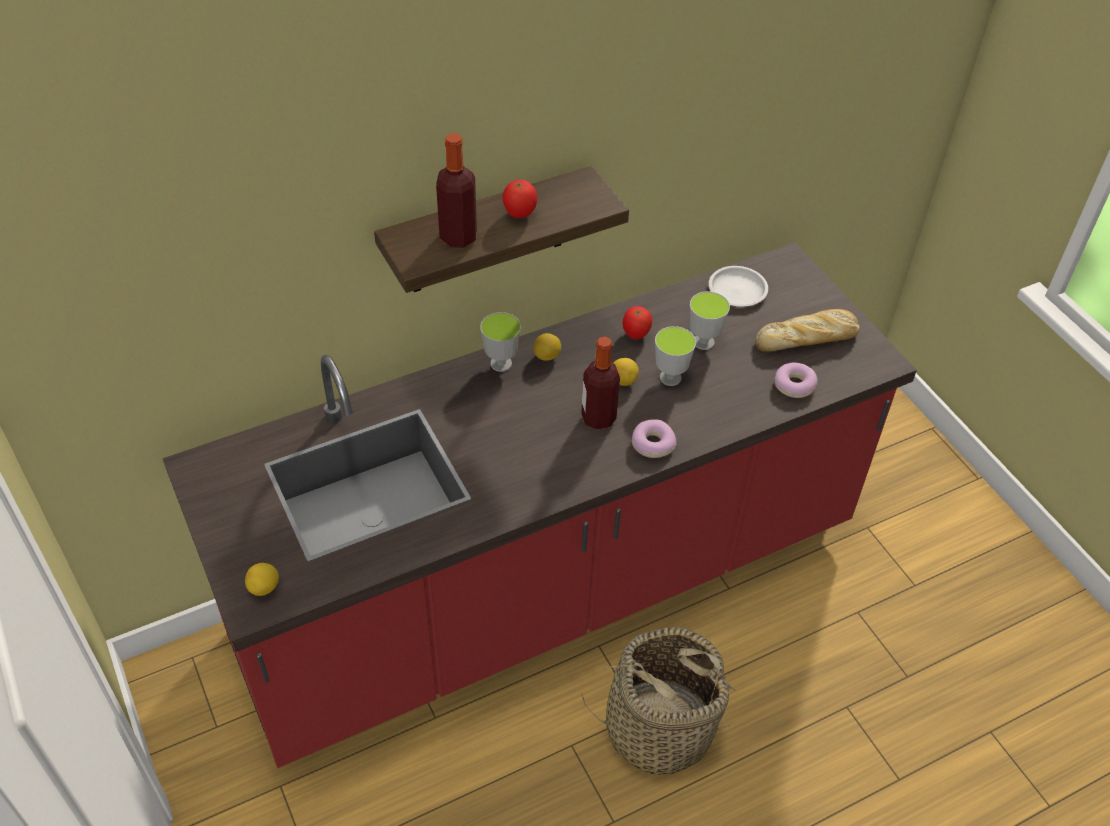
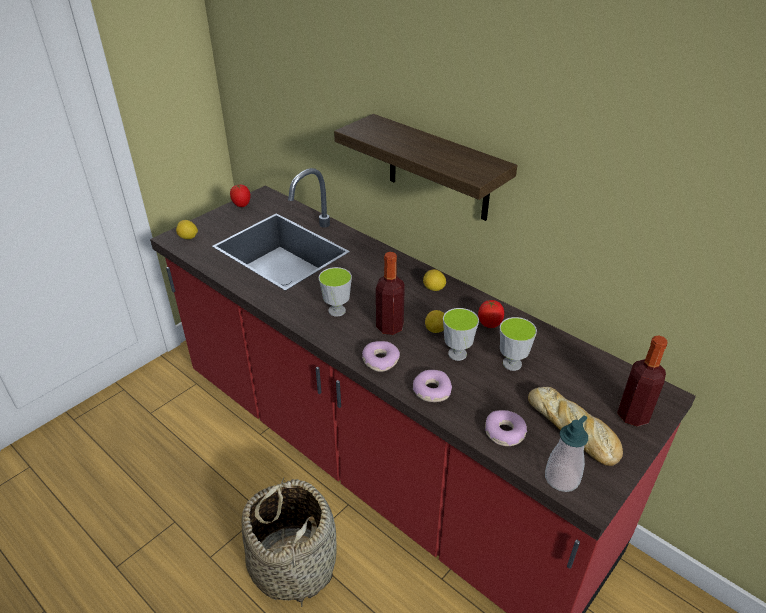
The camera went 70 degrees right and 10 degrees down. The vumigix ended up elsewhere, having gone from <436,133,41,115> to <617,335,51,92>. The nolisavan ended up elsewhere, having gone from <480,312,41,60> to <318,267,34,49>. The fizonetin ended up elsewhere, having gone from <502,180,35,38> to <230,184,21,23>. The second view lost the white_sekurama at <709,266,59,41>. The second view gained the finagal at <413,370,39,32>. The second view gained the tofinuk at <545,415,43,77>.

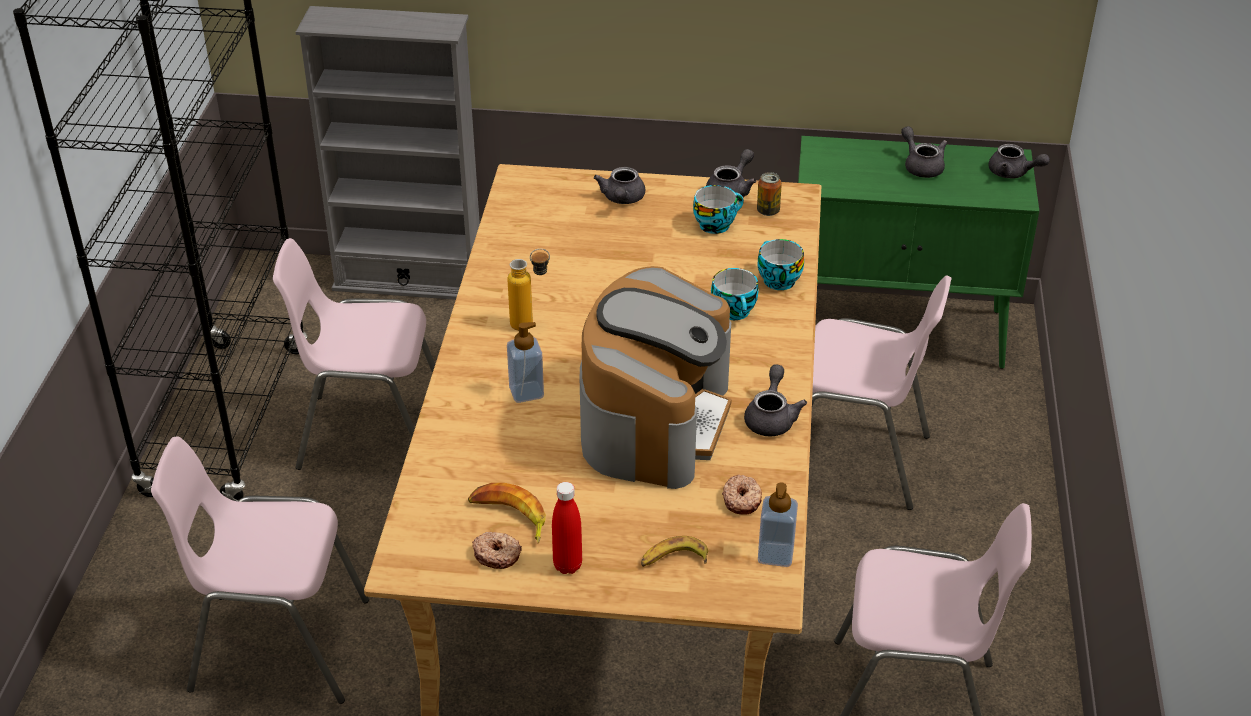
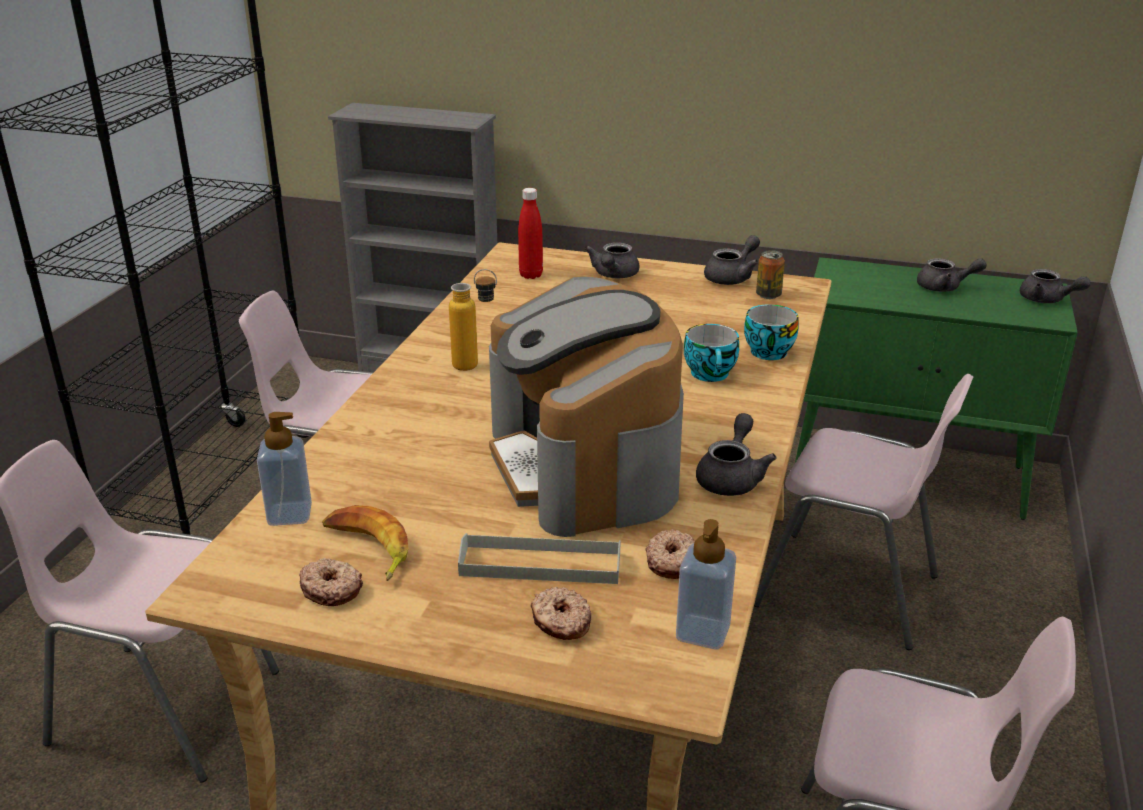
The camera went 10 degrees right and 10 degrees down. The tofinuk ended up elsewhere, having gone from <507,322,37,81> to <257,412,55,114>. The red_vumigix ended up elsewhere, having gone from <552,482,30,92> to <518,188,25,91>. The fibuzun at <580,266,152,223> ended up facing another way, 135 degrees clockwise from before. Where the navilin stood at <641,536,67,31>, the finagal came to stand at <530,587,61,53>. The second view lost the nolisavan at <693,185,51,49>. The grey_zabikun at <901,126,46,52> ended up facing another way, 120 degrees clockwise from before. The second view gained the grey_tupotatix at <458,533,163,51>.

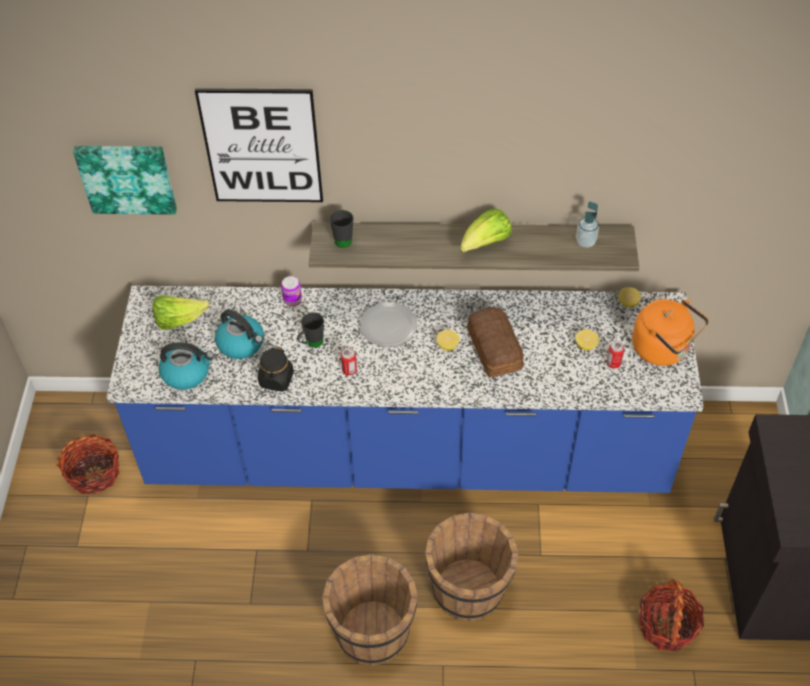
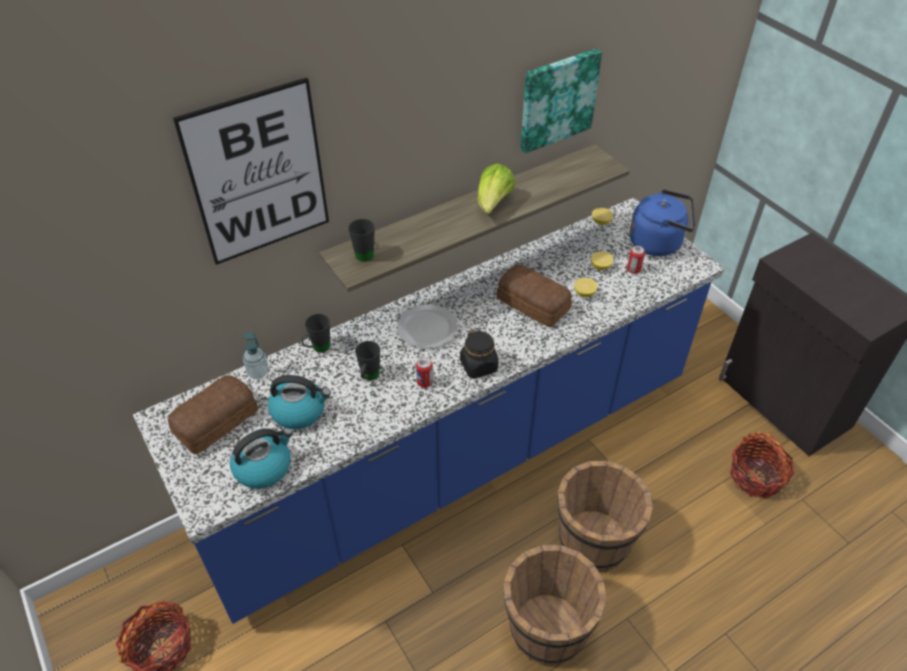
The camera went 35 degrees left and 5 degrees down. The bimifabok ended up elsewhere, having gone from <73,146,104,69> to <520,48,82,106>. Where the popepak stood at <152,295,58,35>, the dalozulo came to stand at <168,375,90,80>. The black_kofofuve ended up elsewhere, having gone from <258,346,36,46> to <460,329,38,49>. Where the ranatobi stood at <281,276,21,30>, the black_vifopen came to stand at <301,314,29,38>. The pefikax ended up elsewhere, having gone from <436,330,24,20> to <574,278,24,19>. The tofinuk ended up elsewhere, having gone from <576,201,23,47> to <243,332,26,47>. What was the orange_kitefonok at <632,299,76,67> turned into the blue_kitefonok at <630,189,66,67>.

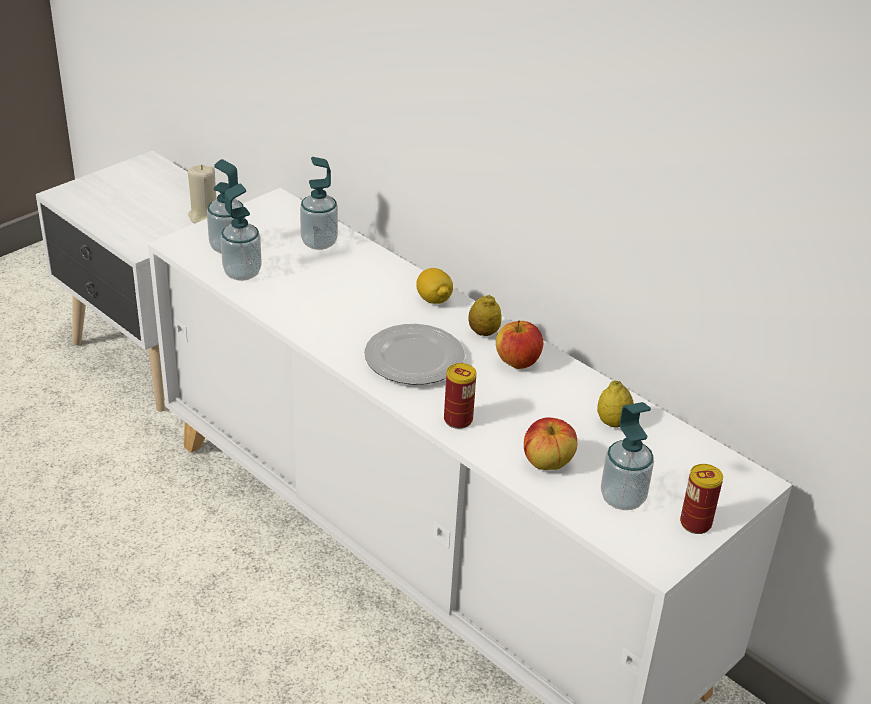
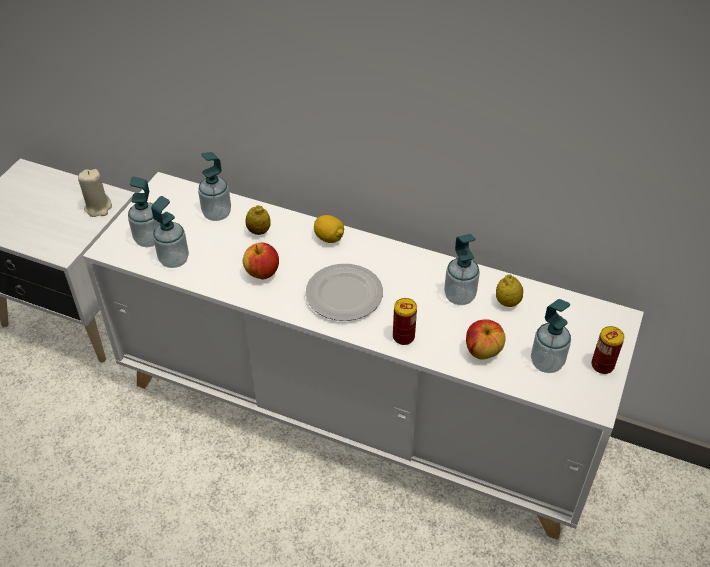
The camera went 20 degrees left and 10 degrees up. The pefikax ended up elsewhere, having gone from <468,295,33,41> to <245,205,26,30>. The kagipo ended up elsewhere, having gone from <496,320,47,49> to <243,242,36,38>. The second view gained the tofinuk at <444,234,36,71>.

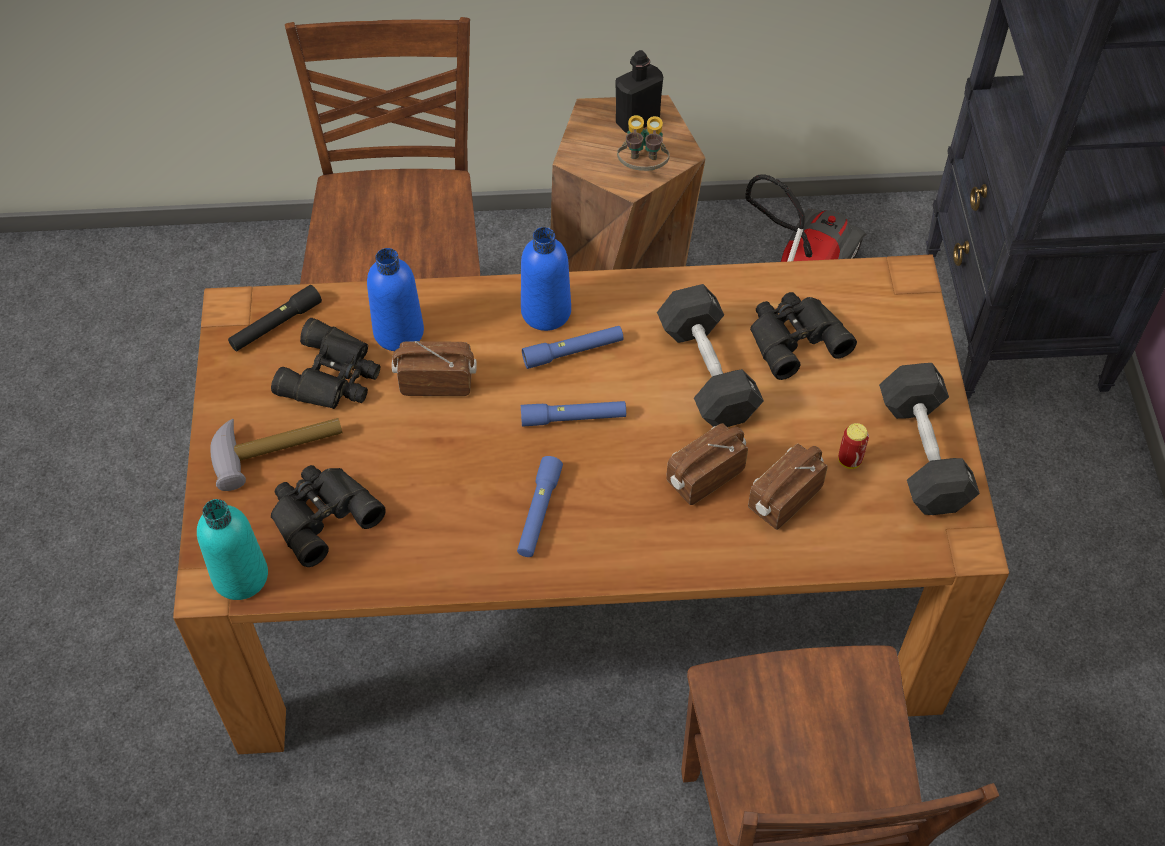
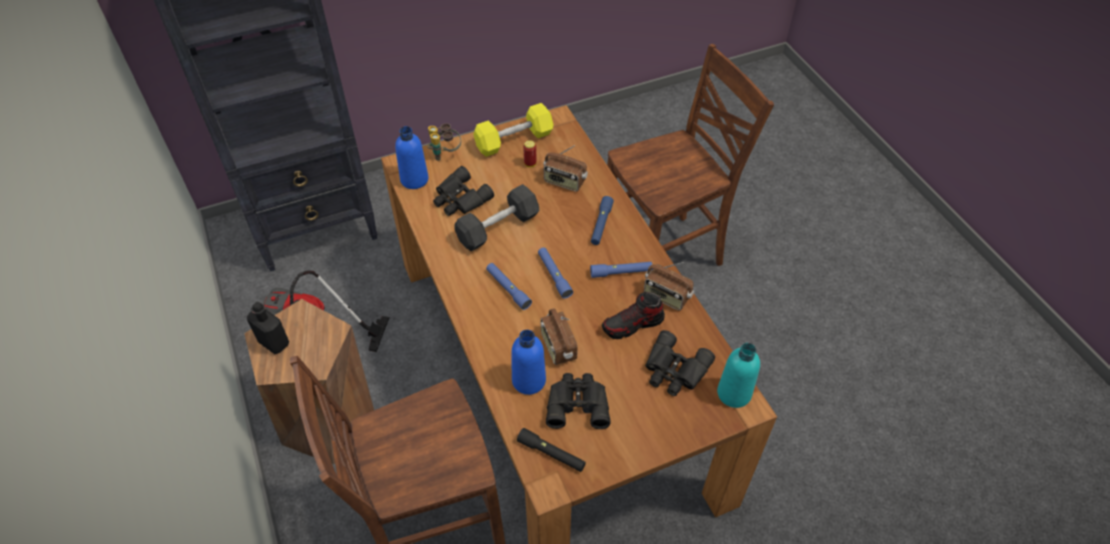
The camera went 110 degrees left and 5 degrees down. The second view lost the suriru at <210,418,133,73>. The blue_vumigix ended up elsewhere, having gone from <521,227,50,104> to <395,126,33,63>. The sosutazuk ended up elsewhere, having gone from <617,115,53,56> to <427,123,34,38>. The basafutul ended up elsewhere, having gone from <666,423,82,82> to <644,262,50,49>. What was the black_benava at <879,363,101,152> turned into the yellow_benava at <473,103,80,54>. The second view gained the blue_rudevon at <591,196,23,49>. The second view gained the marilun at <602,292,63,47>.

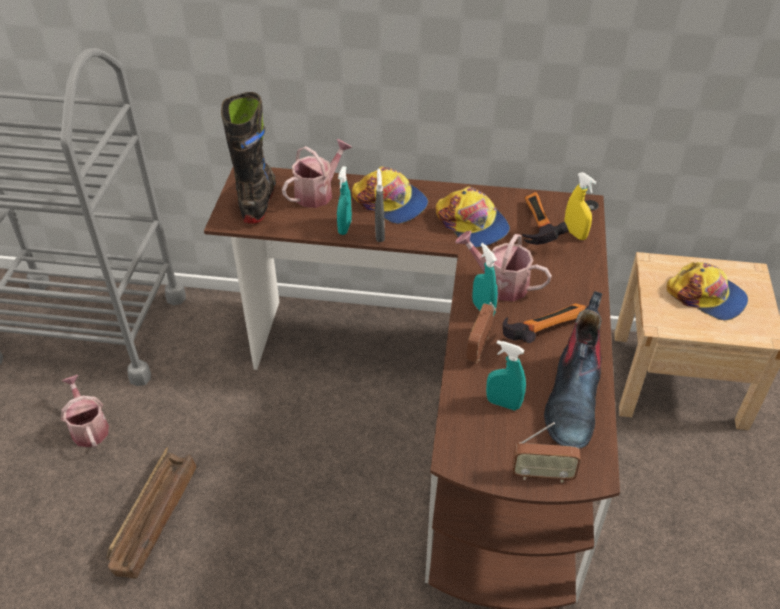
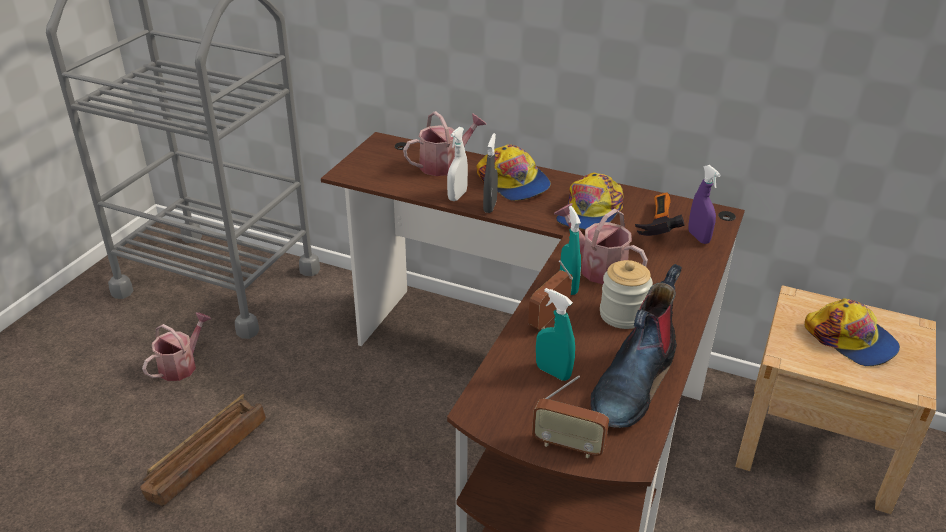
The camera went 15 degrees right and 10 degrees down. The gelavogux at <61,375,48,73> ended up facing another way, 45 degrees clockwise from before. The second view lost the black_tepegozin at <221,92,55,131>. What was the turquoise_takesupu at <337,166,15,69> turned into the white_takesupu at <447,127,21,74>. The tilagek at <436,186,74,62> ended up facing another way, 45 degrees clockwise from before. Where the suriru stood at <503,303,83,40>, the kofofuve came to stand at <600,260,53,69>. What was the yellow_takesupu at <564,172,33,68> turned into the purple_takesupu at <688,165,33,79>.

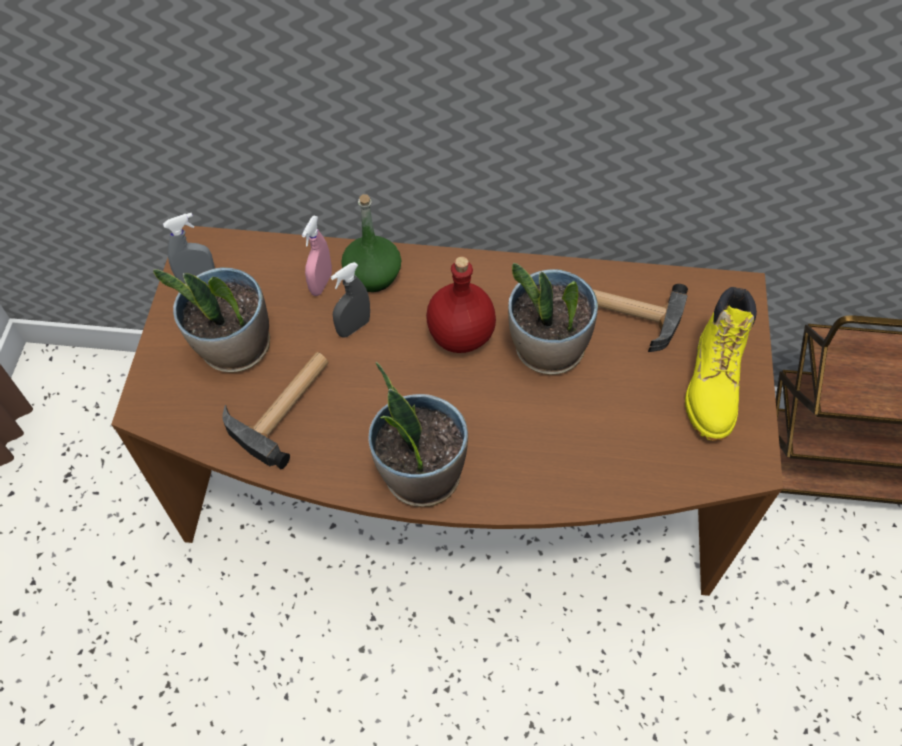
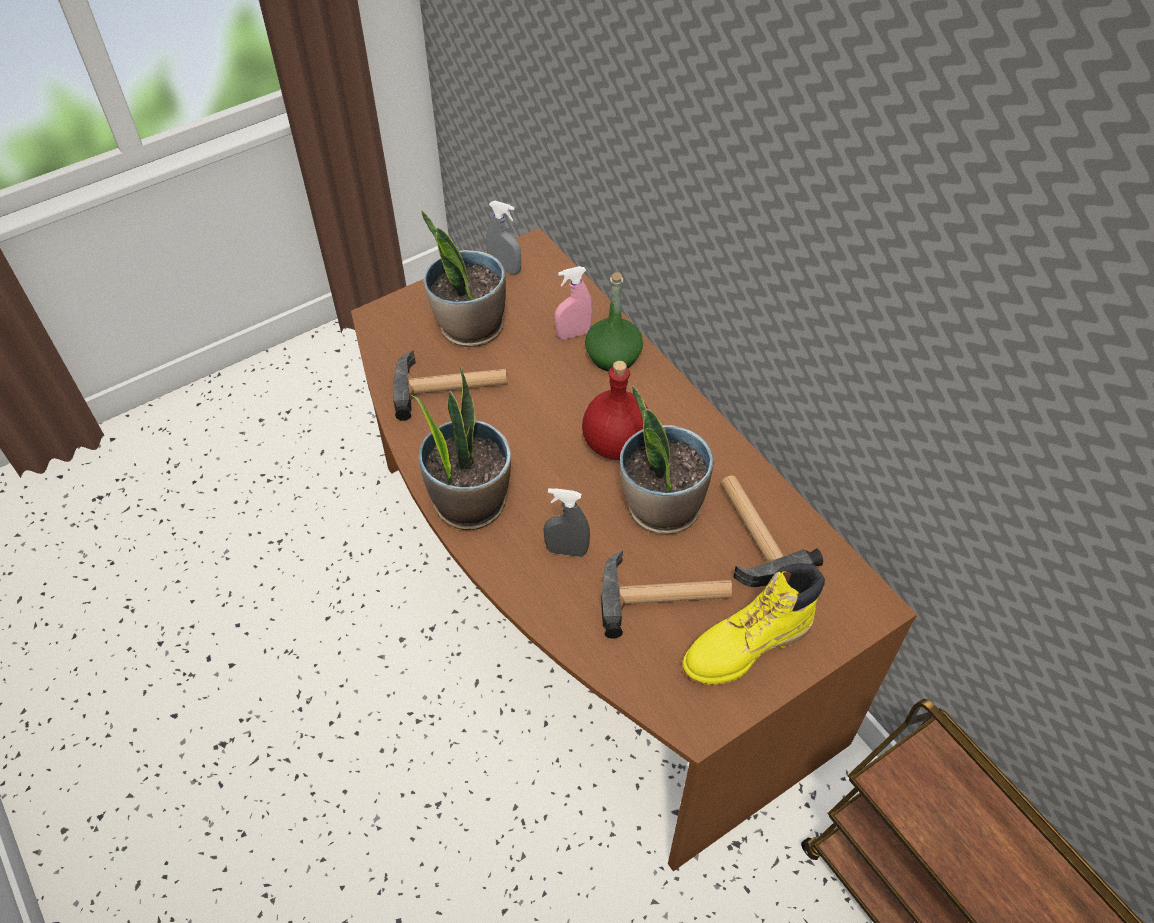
The camera went 50 degrees right and 5 degrees down. The grey_takesupu ended up elsewhere, having gone from <331,262,39,76> to <543,488,47,69>. The second view gained the suriru at <601,551,131,87>.

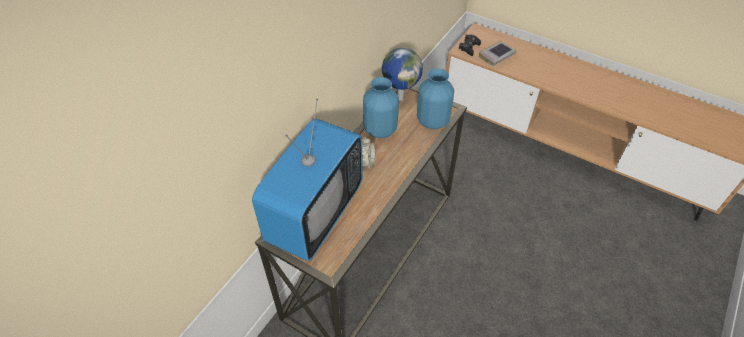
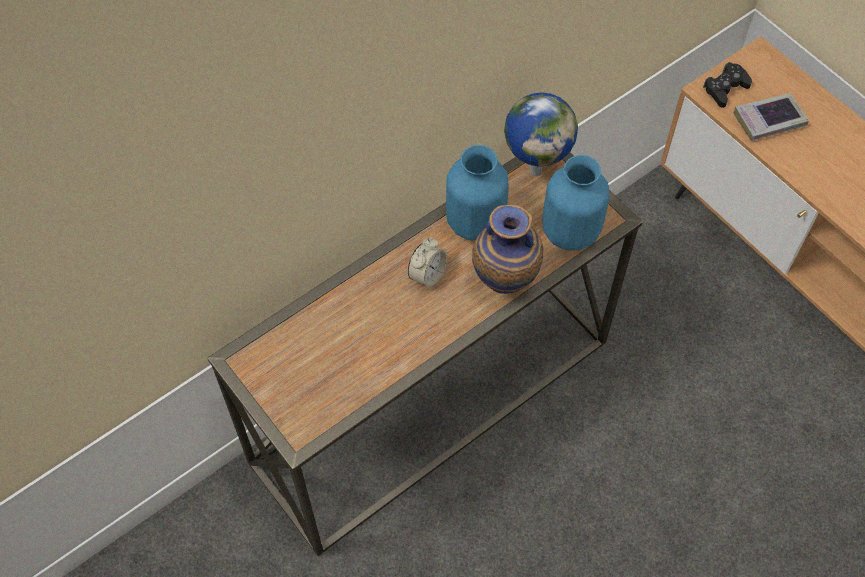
The camera went 20 degrees right and 10 degrees up. The second view lost the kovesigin at <252,99,111,162>. The second view gained the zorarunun at <472,205,71,89>.

